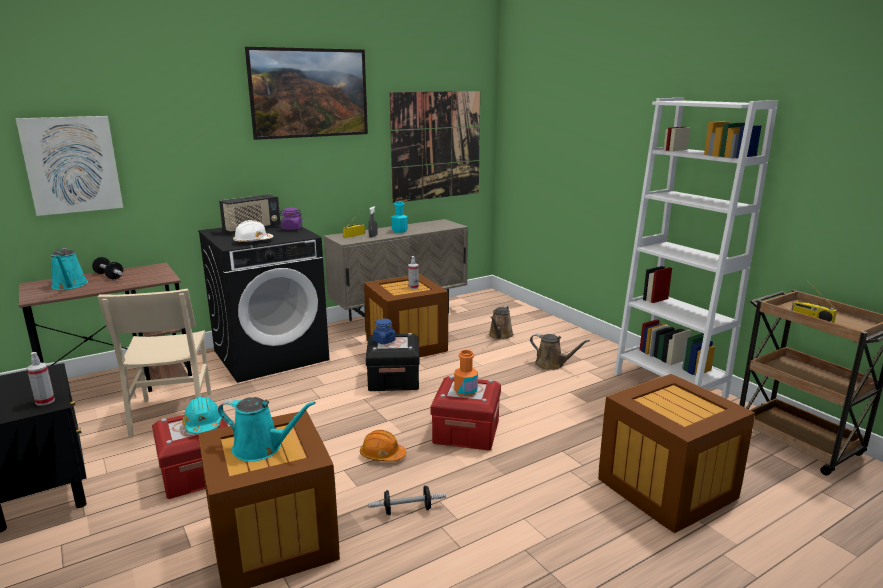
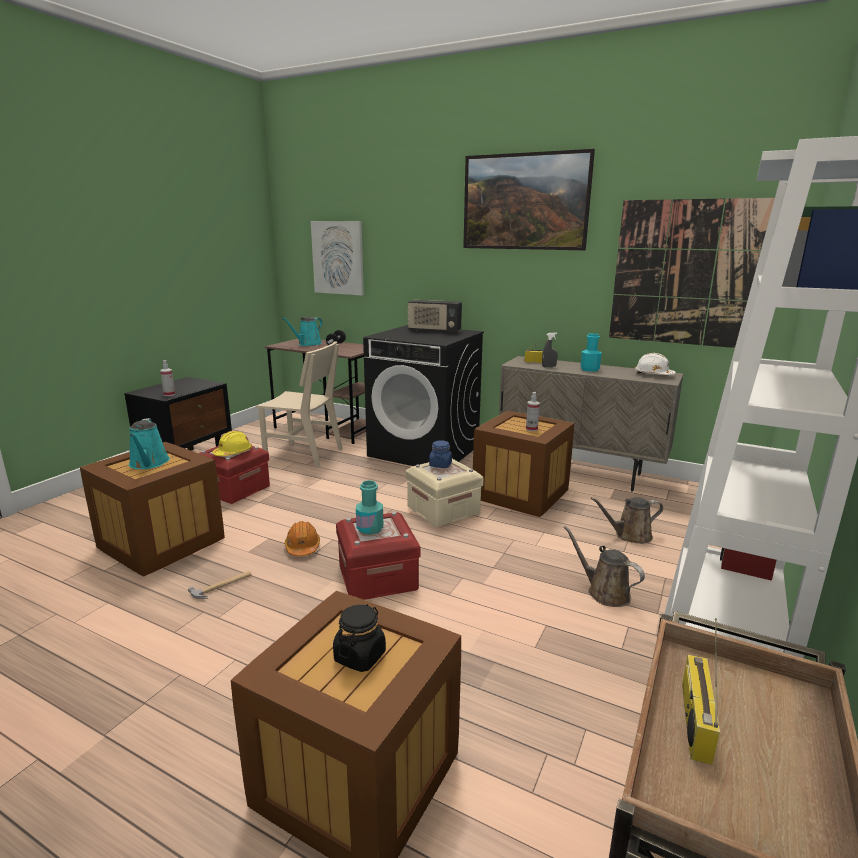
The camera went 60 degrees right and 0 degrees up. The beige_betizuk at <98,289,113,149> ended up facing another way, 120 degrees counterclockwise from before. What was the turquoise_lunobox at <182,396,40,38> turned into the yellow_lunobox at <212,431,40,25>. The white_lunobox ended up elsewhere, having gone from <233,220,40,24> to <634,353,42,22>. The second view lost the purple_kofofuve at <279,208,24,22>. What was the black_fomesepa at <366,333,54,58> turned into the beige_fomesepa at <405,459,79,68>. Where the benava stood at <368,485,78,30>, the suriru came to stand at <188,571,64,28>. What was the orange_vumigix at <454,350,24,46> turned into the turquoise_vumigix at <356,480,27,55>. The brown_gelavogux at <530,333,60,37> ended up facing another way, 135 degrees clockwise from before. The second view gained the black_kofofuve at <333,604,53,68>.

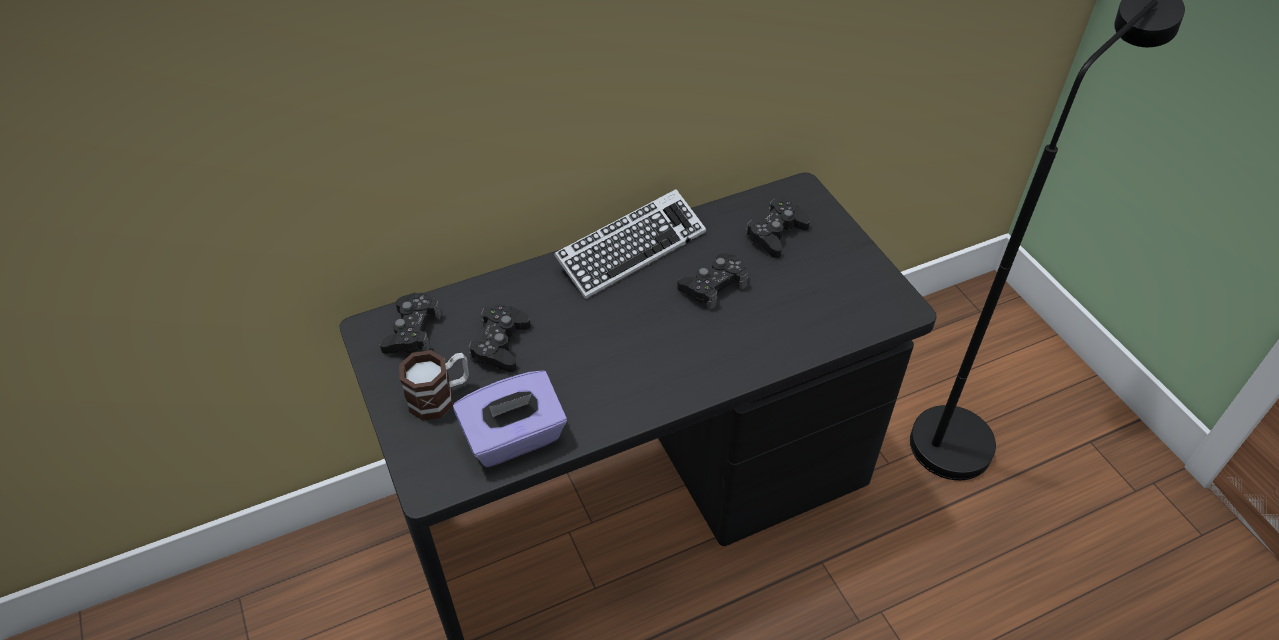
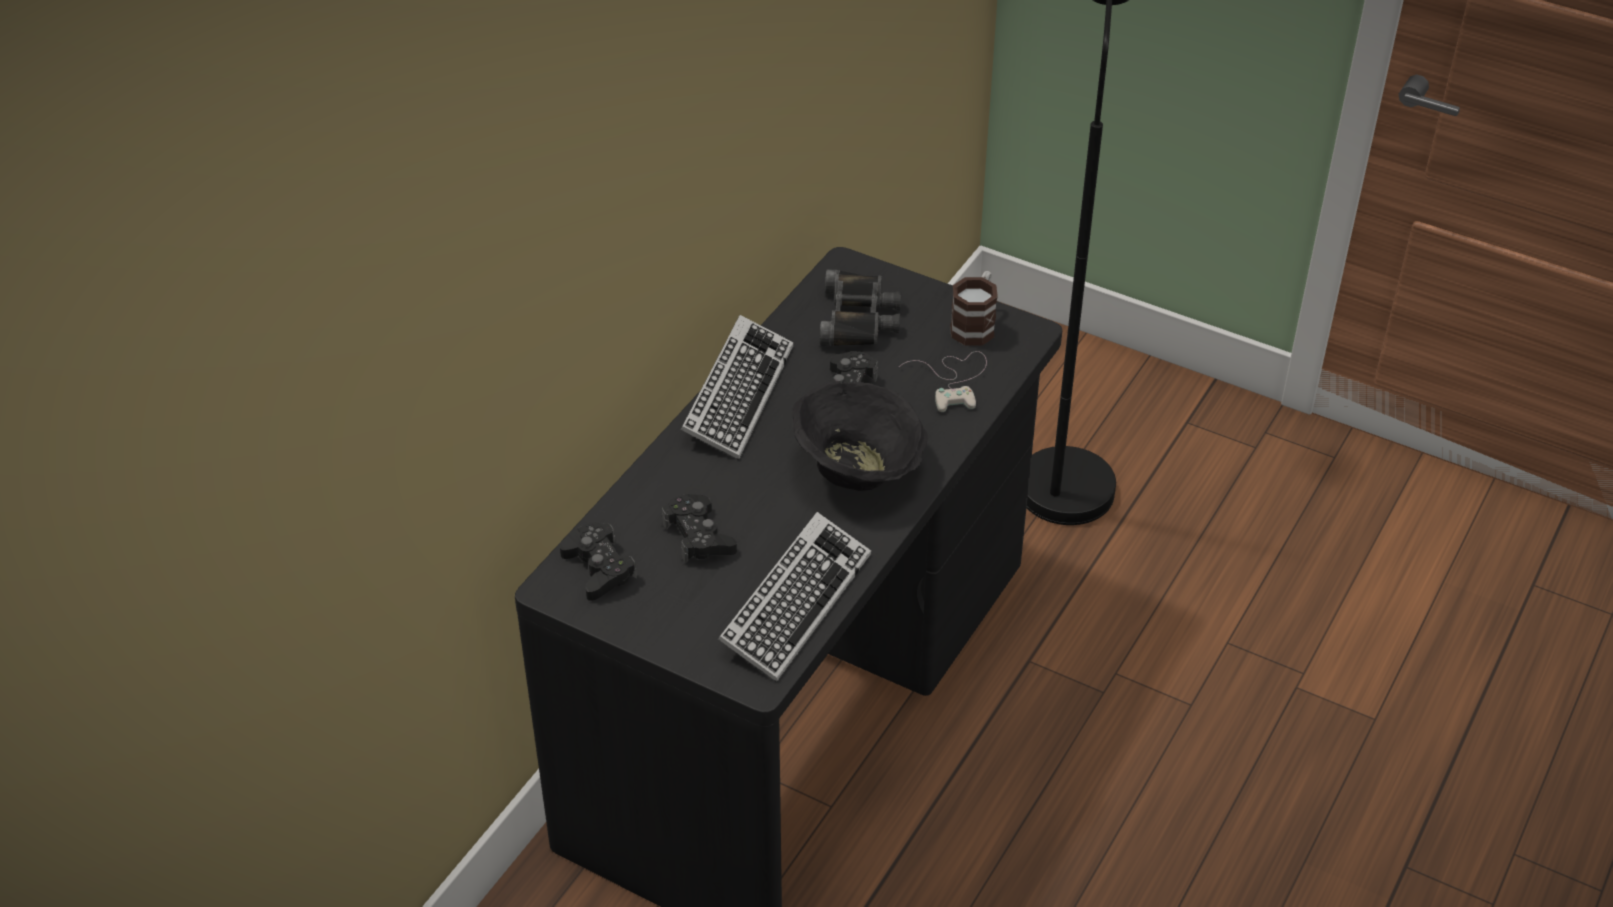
The camera went 35 degrees left and 5 degrees down. The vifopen ended up elsewhere, having gone from <399,350,70,71> to <950,271,48,75>. Where the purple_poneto stood at <453,370,114,97>, the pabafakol came to stand at <718,512,153,170>. Where the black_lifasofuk stood at <745,198,65,60>, the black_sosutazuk came to stand at <820,269,82,77>. The second view gained the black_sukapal at <792,382,136,109>. The second view gained the white_lifasofuk at <899,351,88,61>.

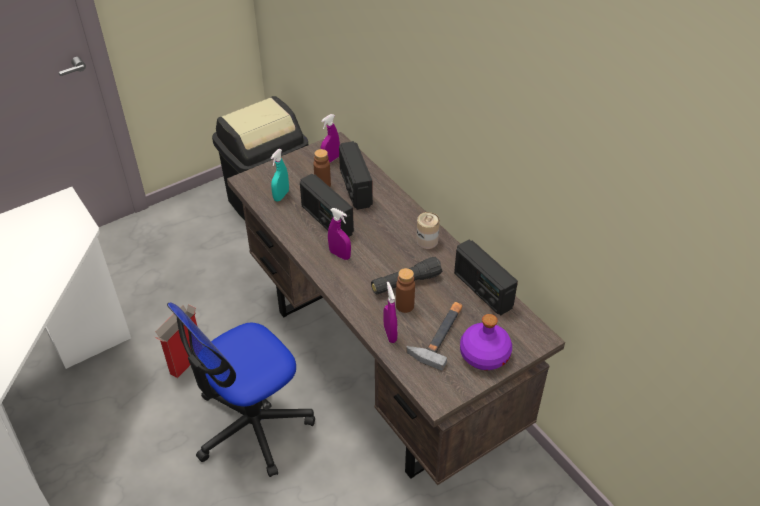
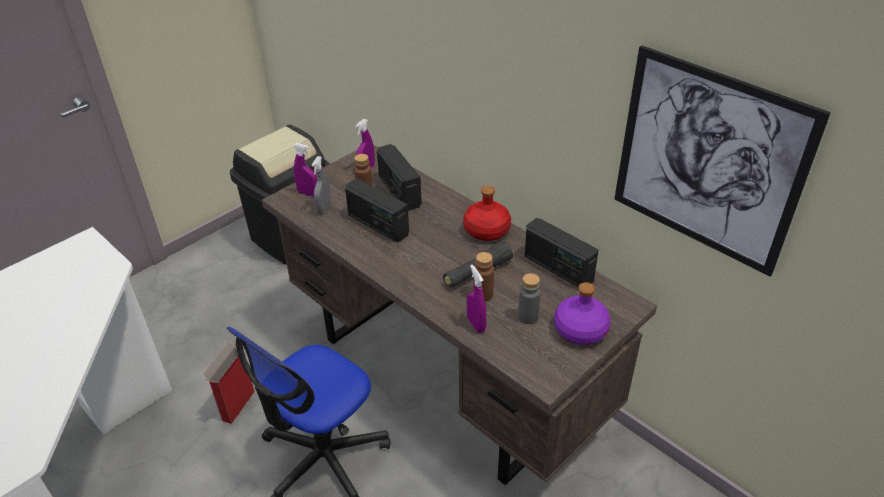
The camera went 10 degrees left and 5 degrees down. What was the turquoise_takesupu at <270,149,19,53> turned into the grey_takesupu at <312,156,19,58>. The purple_takesupu ended up elsewhere, having gone from <328,208,23,52> to <293,143,24,54>. Where the suriru stood at <406,302,56,69>, the grey_vumigix came to stand at <518,273,23,51>. Where the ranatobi stood at <416,212,24,37>, the red_vumigix came to stand at <463,186,48,55>. The second view gained the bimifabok at <615,45,216,232>.

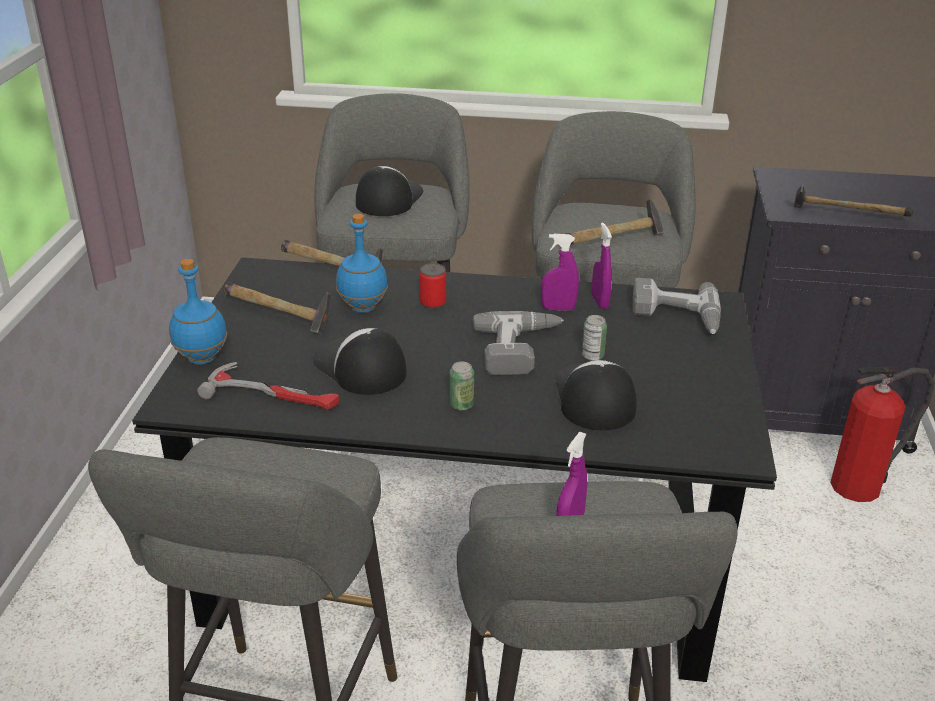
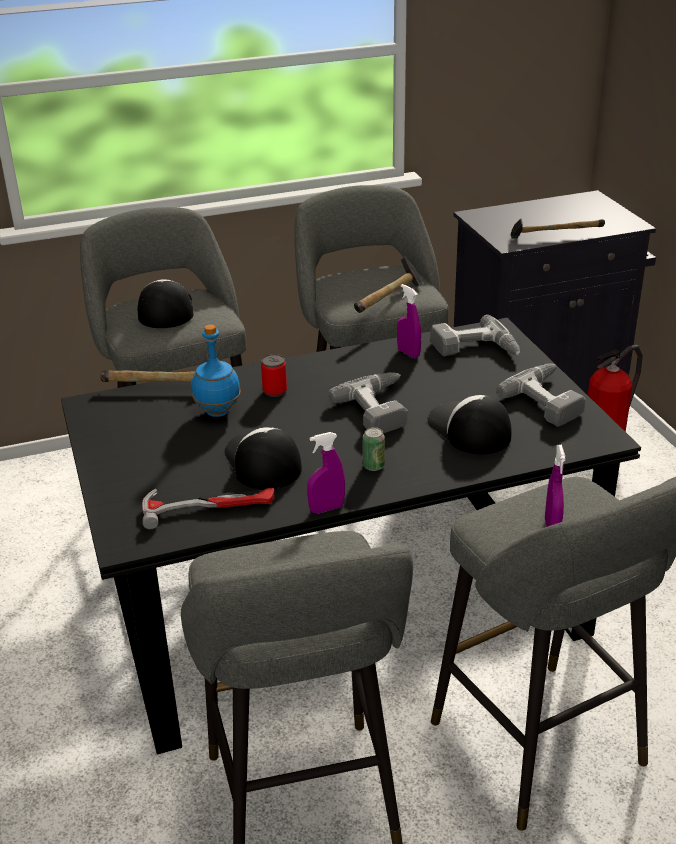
The camera went 25 degrees left and 0 degrees up. The second view lost the blue_vumigix at <169,259,59,105>. The second view lost the suriru at <224,282,108,52>. The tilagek at <313,328,94,67> ended up facing another way, 45 degrees clockwise from before. The purple_takesupu ended up elsewhere, having gone from <541,234,38,77> to <307,432,38,82>. The second view lost the ranatobi at <582,315,25,46>. The second view gained the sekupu at <496,363,90,63>.

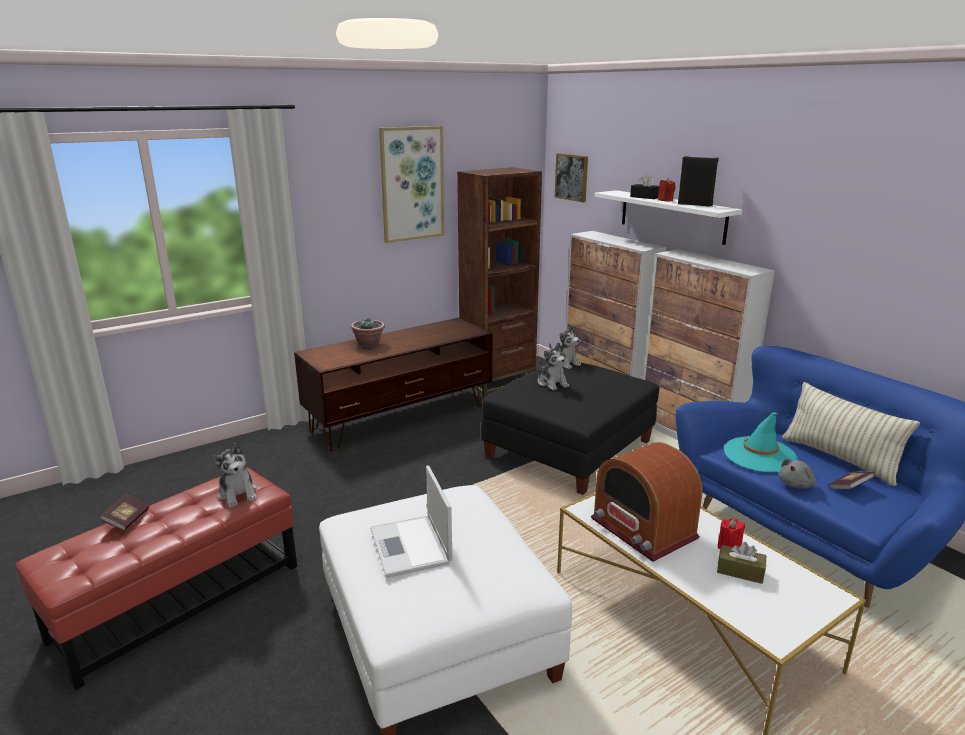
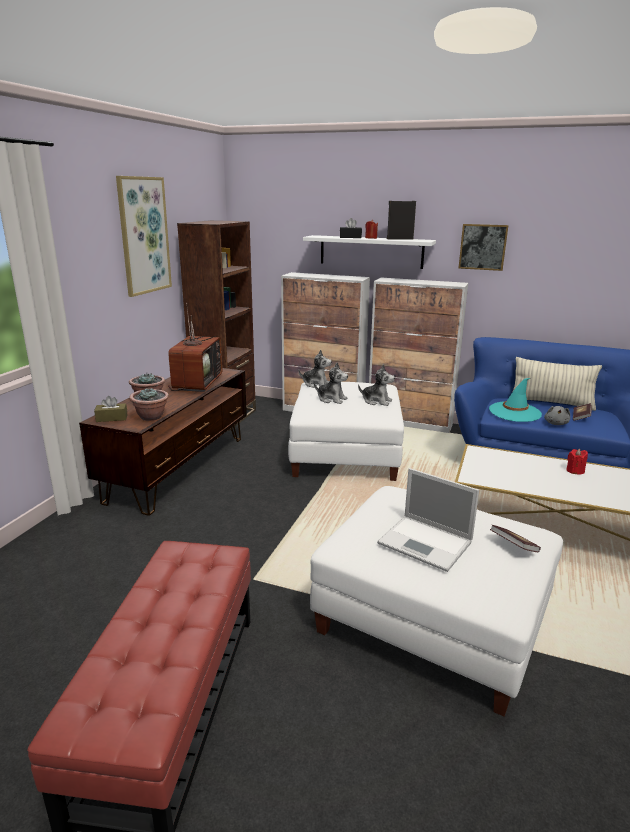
The camera went 35 degrees left and 0 degrees up. The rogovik ended up elsewhere, having gone from <100,494,49,37> to <490,525,51,28>. The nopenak ended up elsewhere, having gone from <212,442,45,66> to <358,364,37,42>. What was the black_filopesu at <481,362,179,133> turned into the white_filopesu at <288,382,116,99>. The bimifabok ended up elsewhere, having gone from <555,153,33,49> to <459,224,50,47>. The second view lost the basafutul at <591,442,111,120>. The brown_poneto ended up elsewhere, having gone from <717,542,50,42> to <94,396,34,26>. The second view gained the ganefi at <130,388,39,33>. The second view gained the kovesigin at <168,303,55,89>.

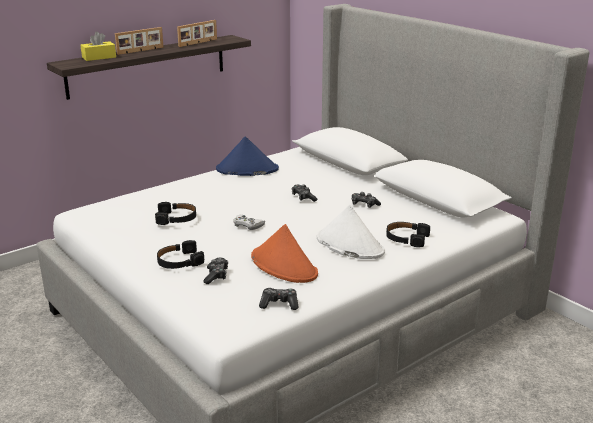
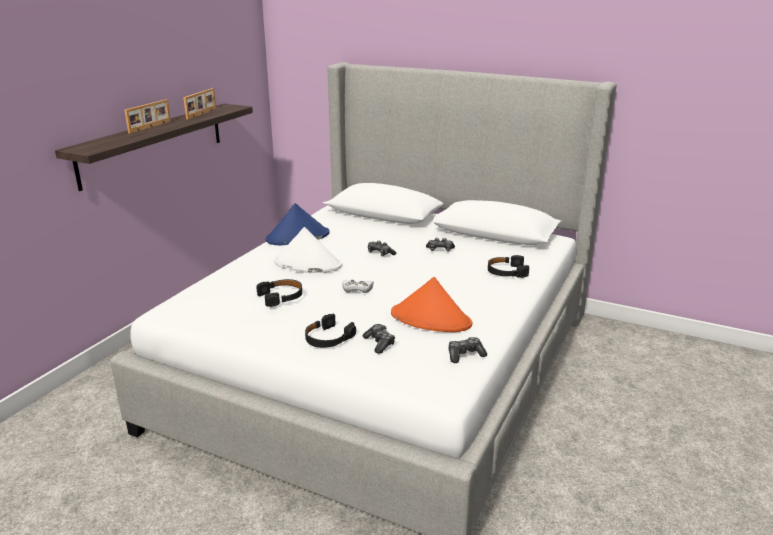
The camera went 25 degrees left and 0 degrees up. The second view lost the yellow_poneto at <81,31,35,30>. The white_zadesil ended up elsewhere, having gone from <317,205,68,54> to <274,227,68,46>.

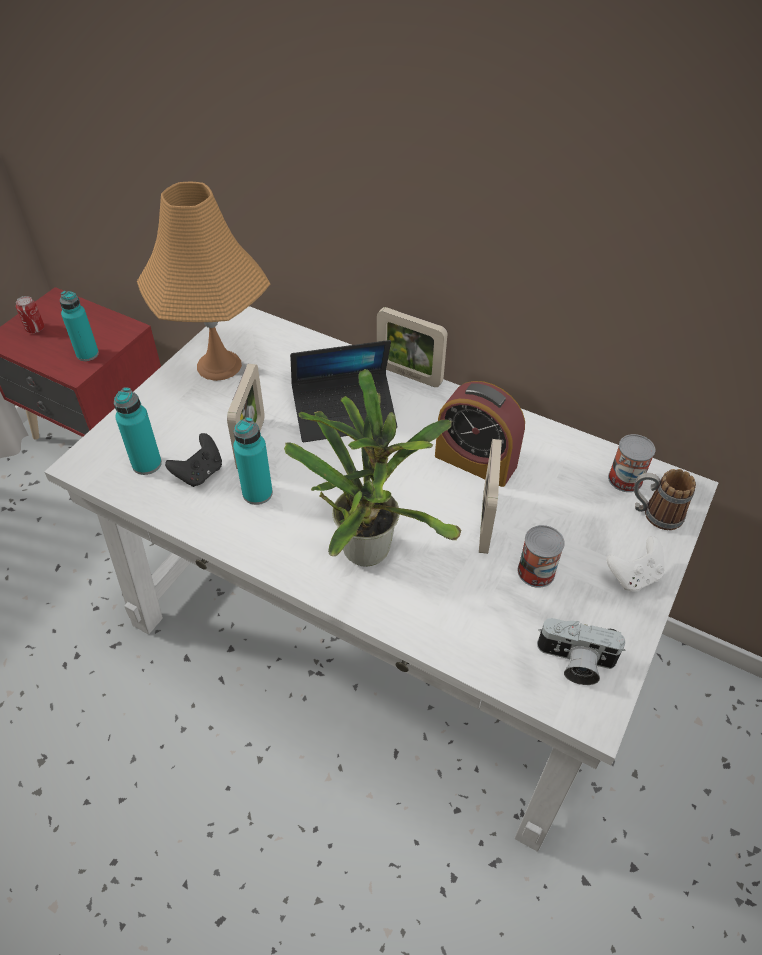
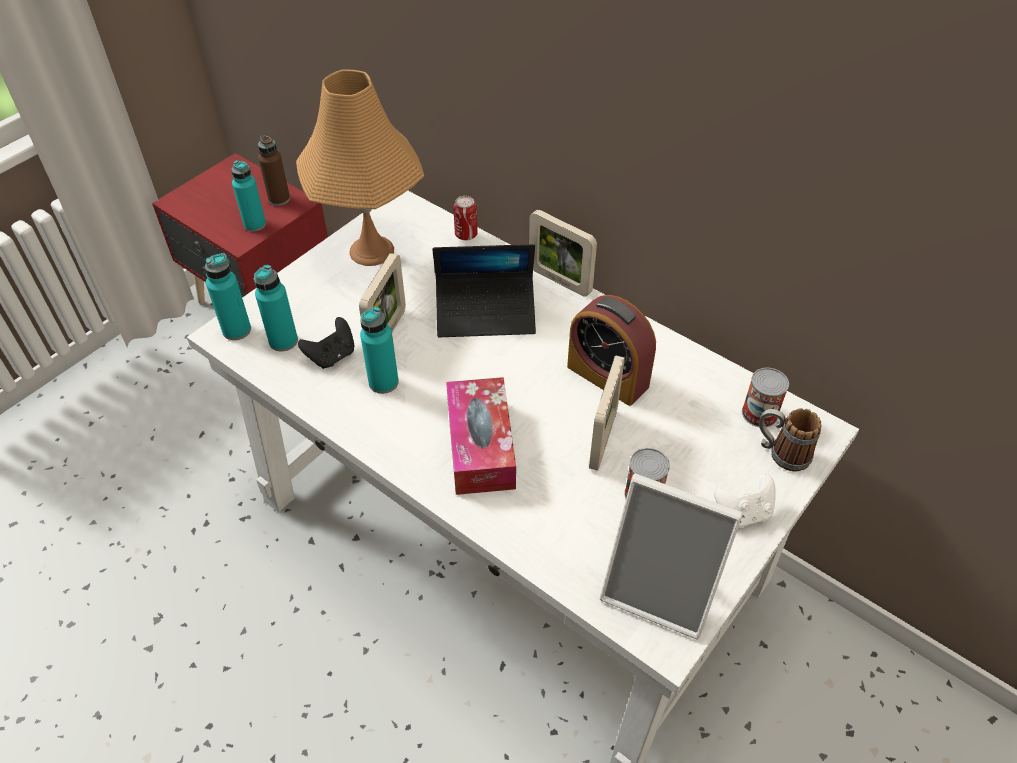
The camera went 10 degrees right and 0 degrees up. The ranatobi ended up elsewhere, having gone from <16,296,28,37> to <453,196,25,44>. Where the ganefi stood at <284,369,177,198>, the poneto came to stand at <446,377,70,118>. Where the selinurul stood at <537,618,89,67>, the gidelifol came to stand at <600,474,143,165>. The second view gained the turquoise_vumigix at <205,253,46,87>. The second view gained the brown_vumigix at <258,135,32,71>.

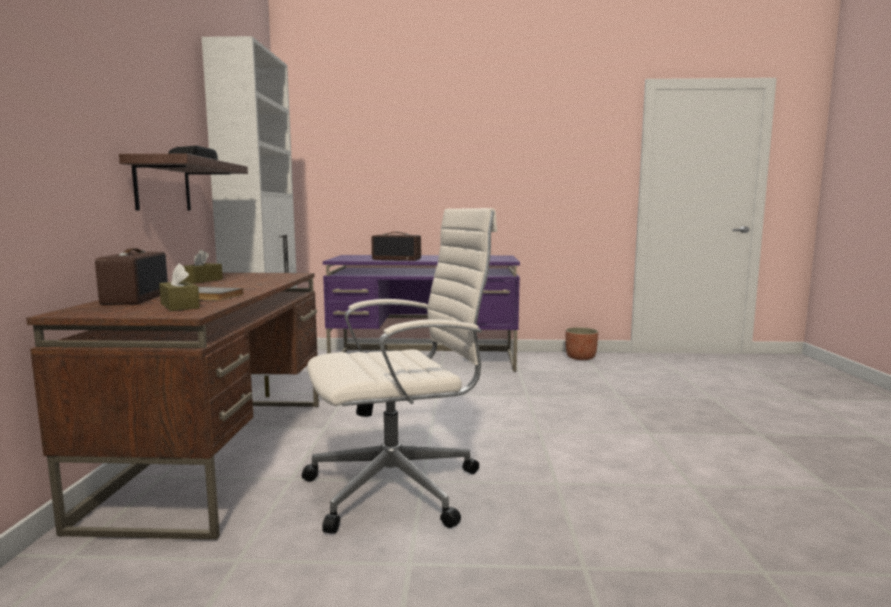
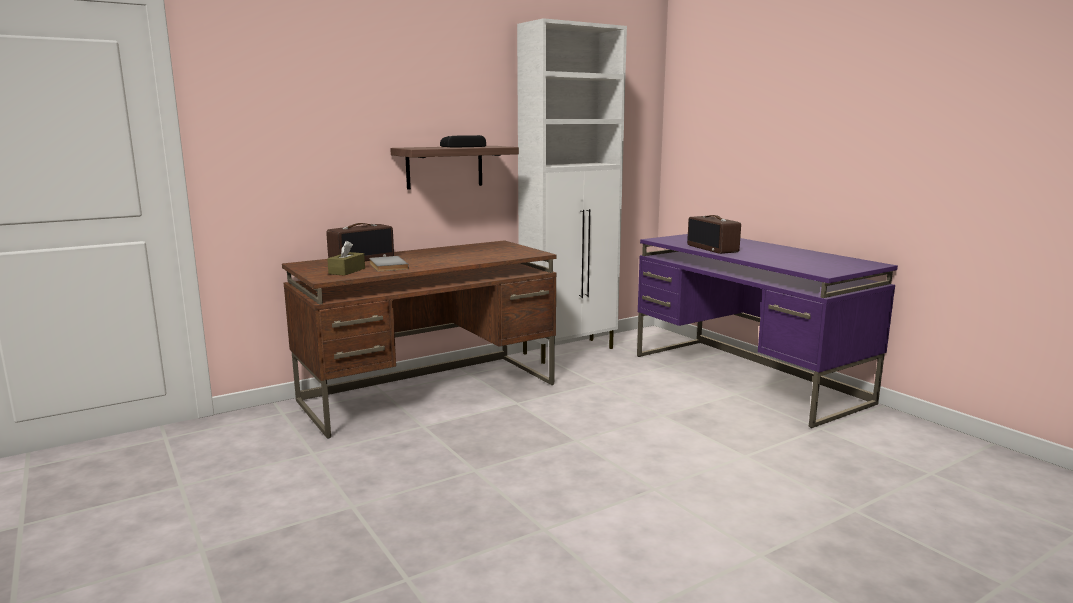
The camera went 55 degrees right and 5 degrees up. The second view lost the brown_poneto at <181,249,42,35>. The second view lost the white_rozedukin at <302,208,195,326>. The second view lost the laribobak at <566,327,32,33>.

